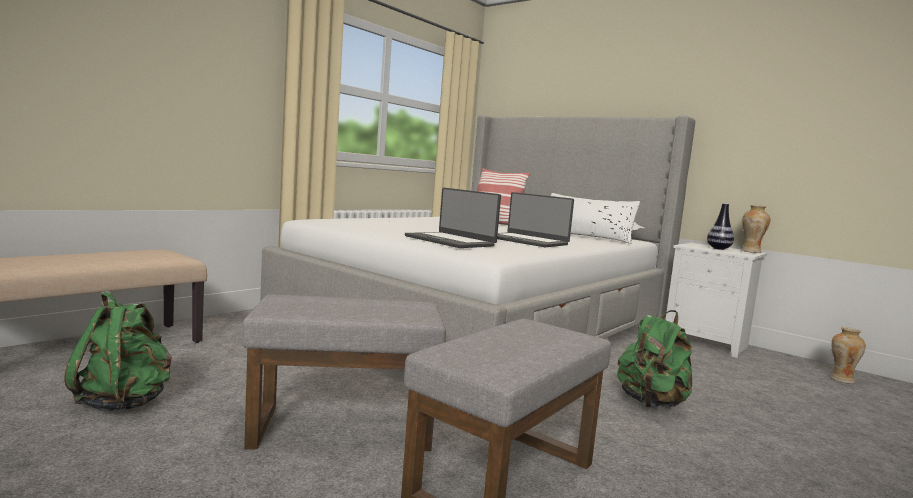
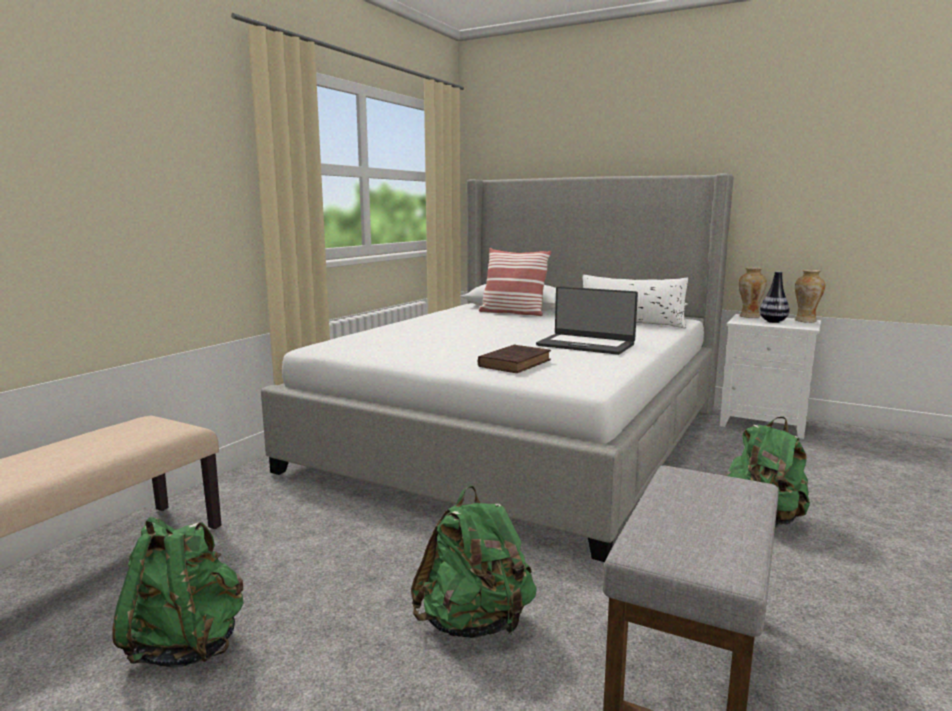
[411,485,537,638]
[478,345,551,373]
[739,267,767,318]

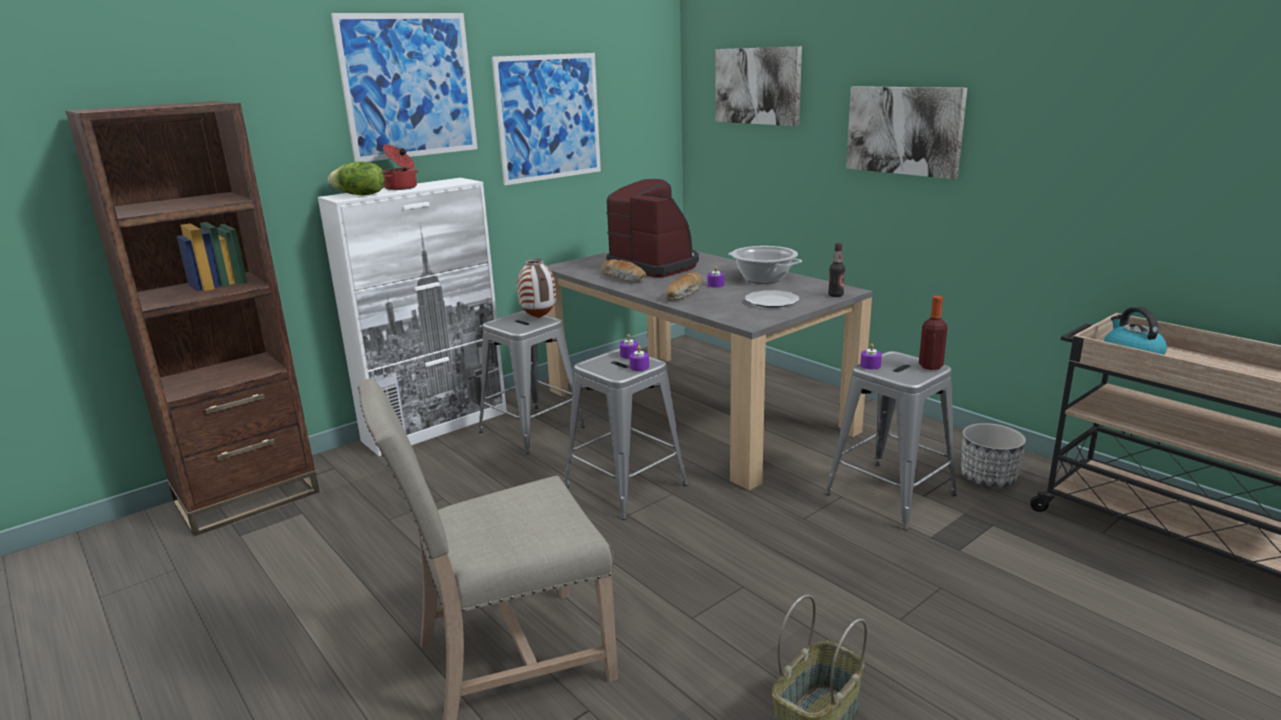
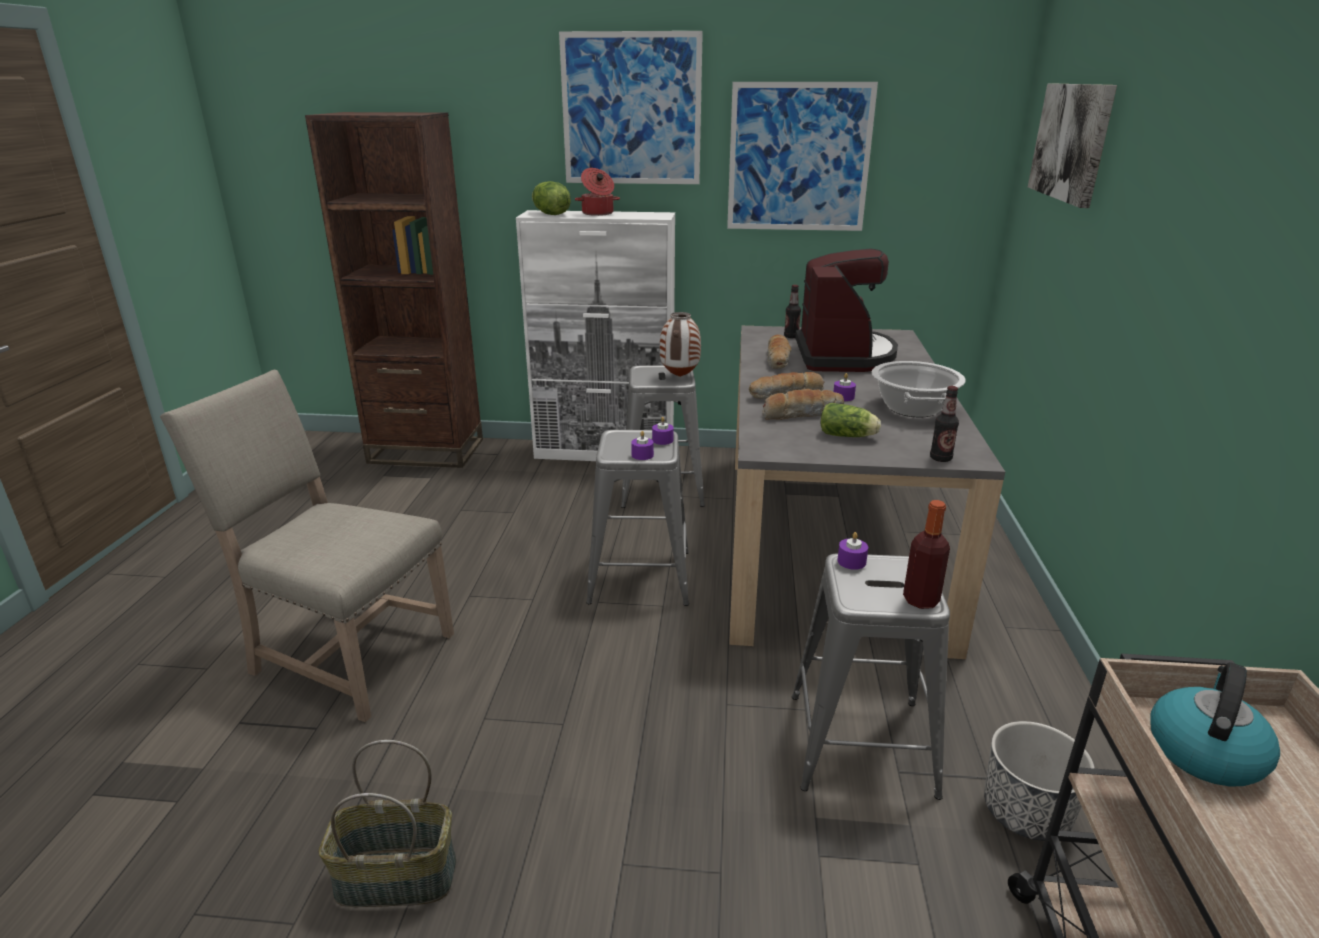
[821,403,881,437]
[846,86,967,179] (first image)
[762,389,844,420]
[784,285,801,338]

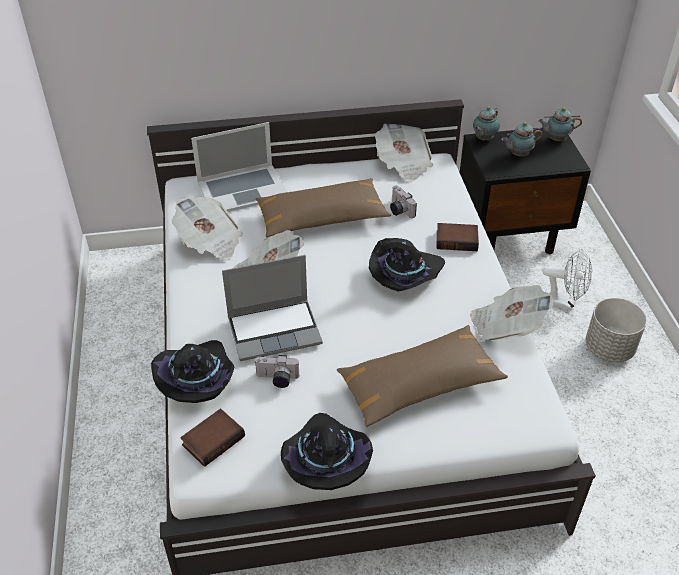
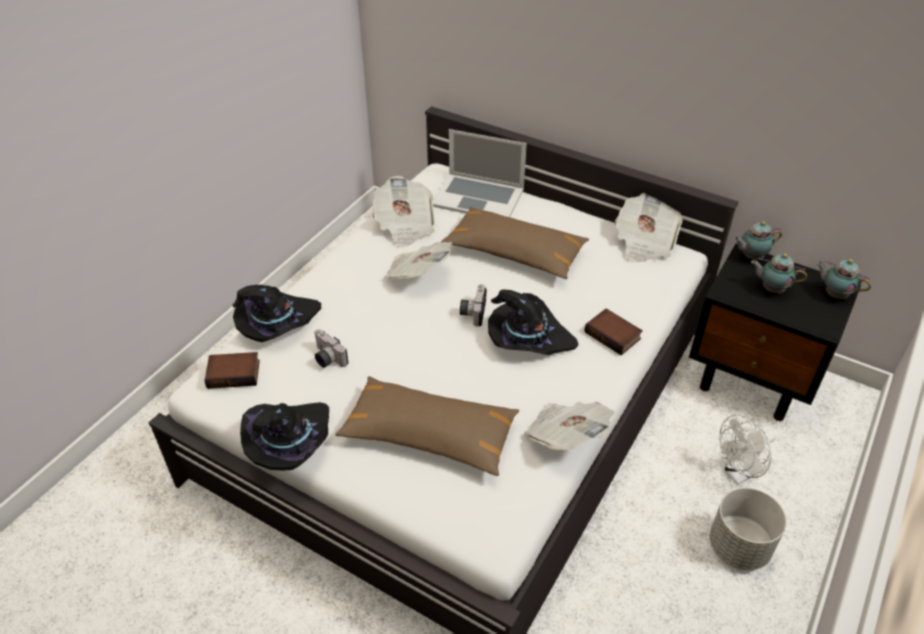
[222,255,323,361] (first image)
[460,284,487,326]
[720,414,777,485]

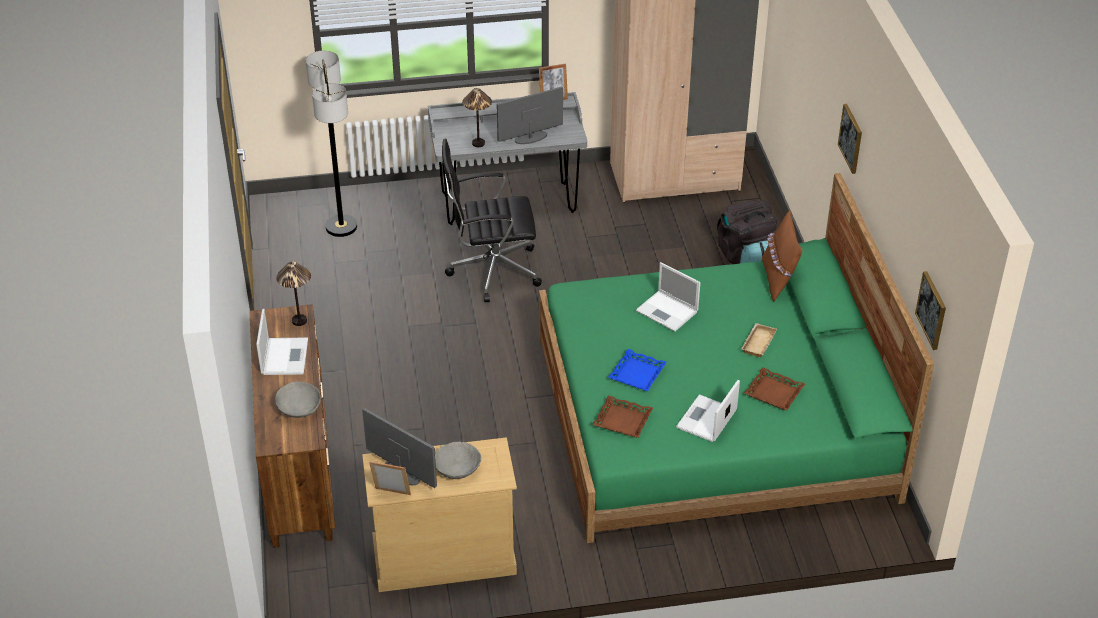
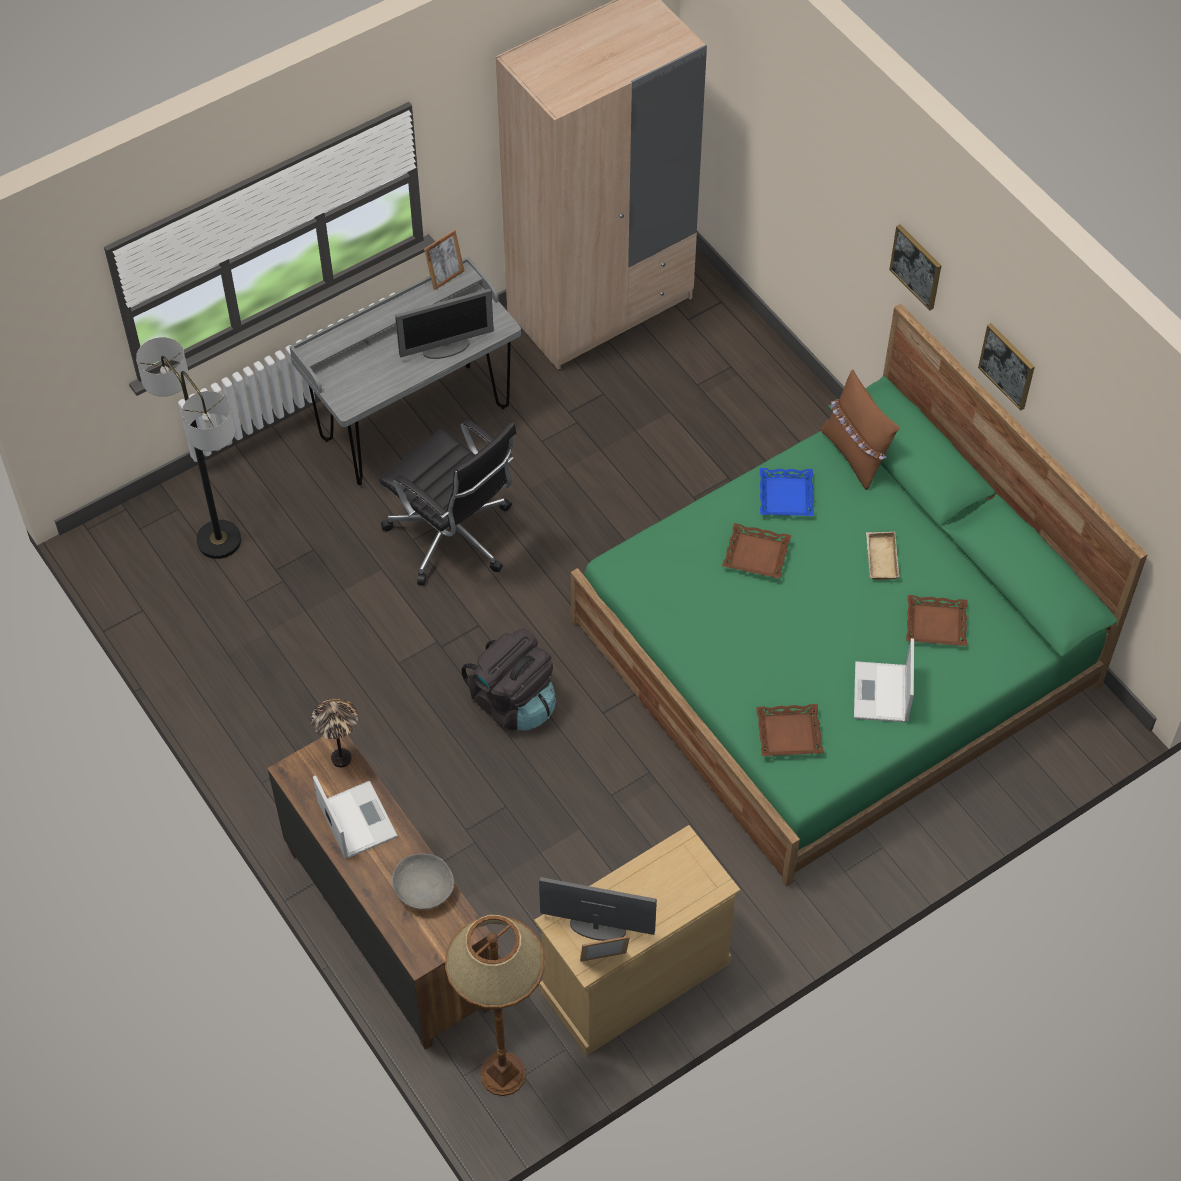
[435,442,481,479] (first image)
[379,419,516,585]
[462,88,492,147] (first image)
[395,289,494,359]
[760,468,814,516]
[722,523,791,579]
[462,628,556,731]
[978,323,1035,411]
[445,915,545,1096]

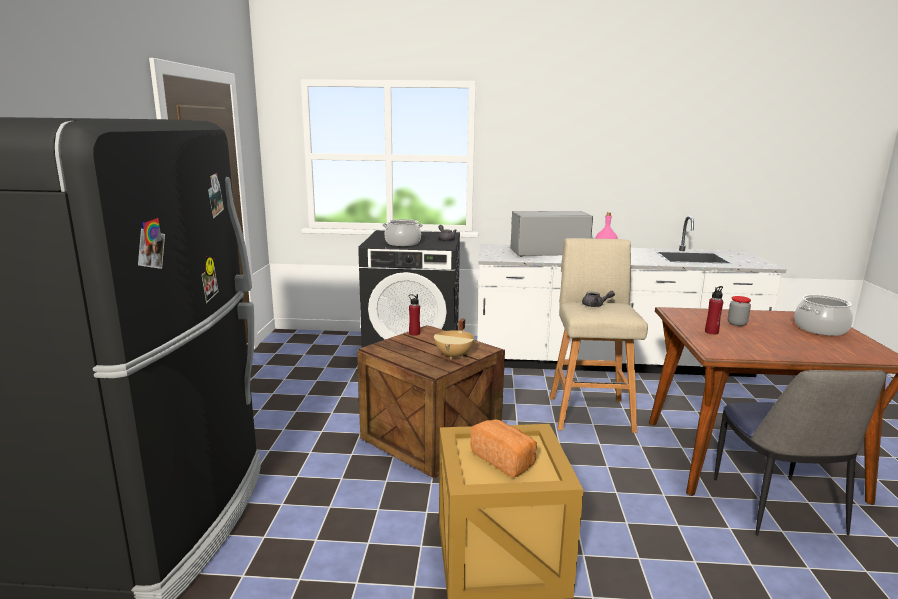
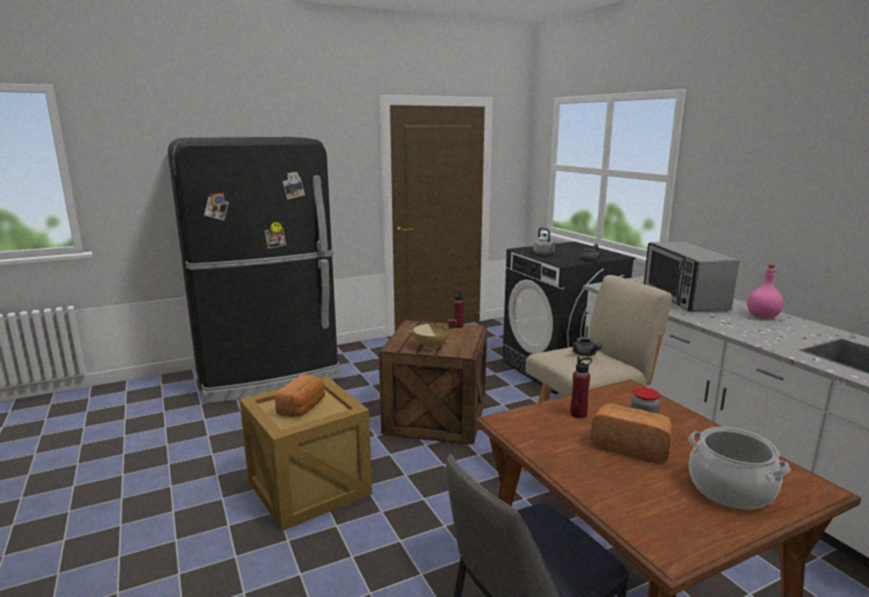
[533,227,556,255]
[644,241,739,312]
[590,404,672,462]

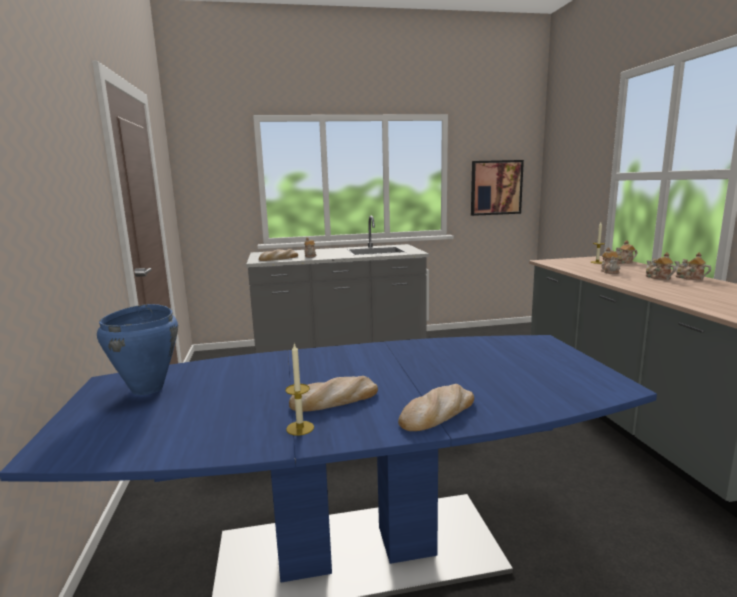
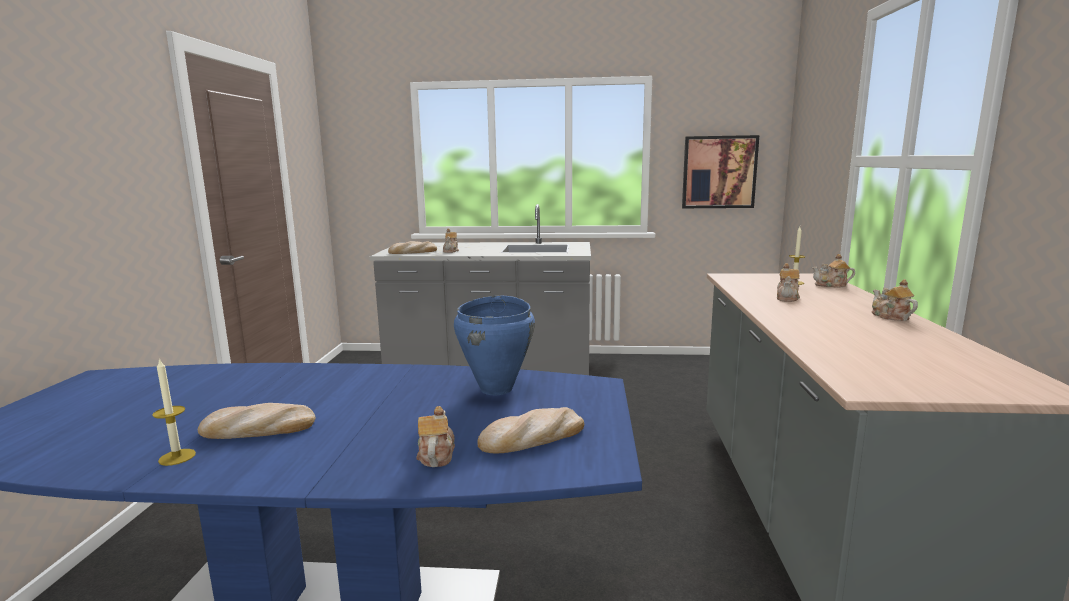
[454,295,535,395]
[477,407,584,454]
[416,406,455,467]

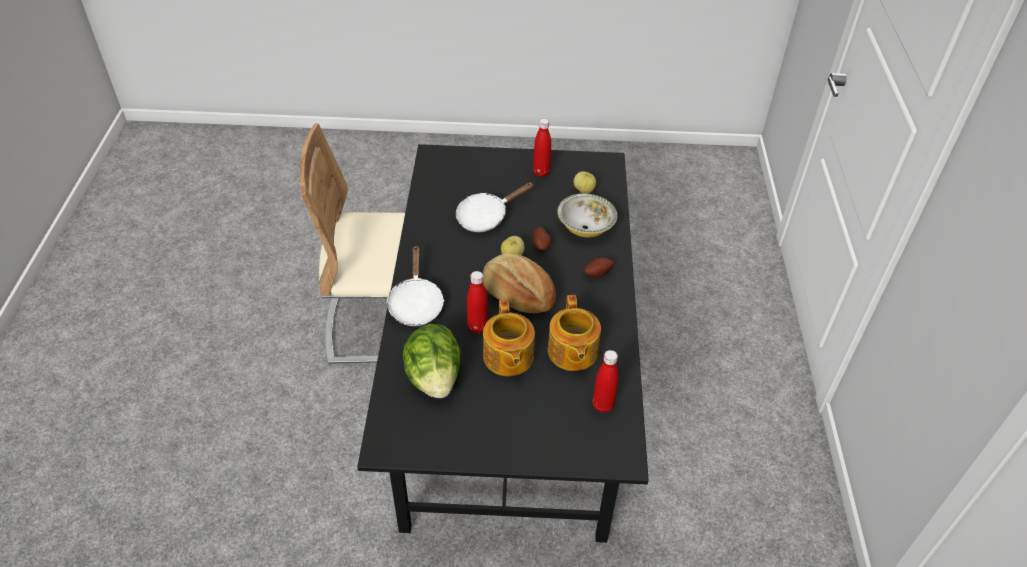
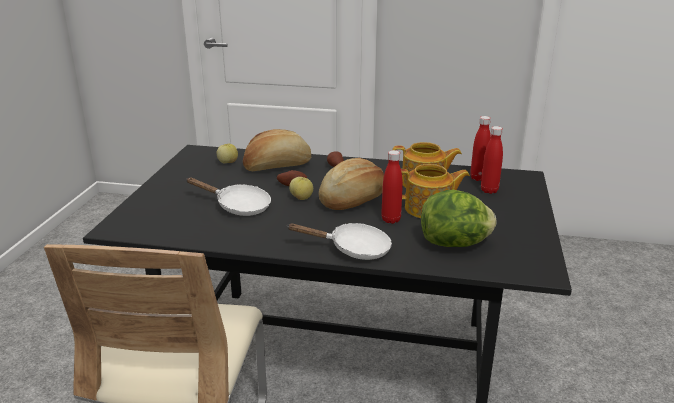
[186,177,271,216]
[481,126,503,194]
[243,129,311,171]

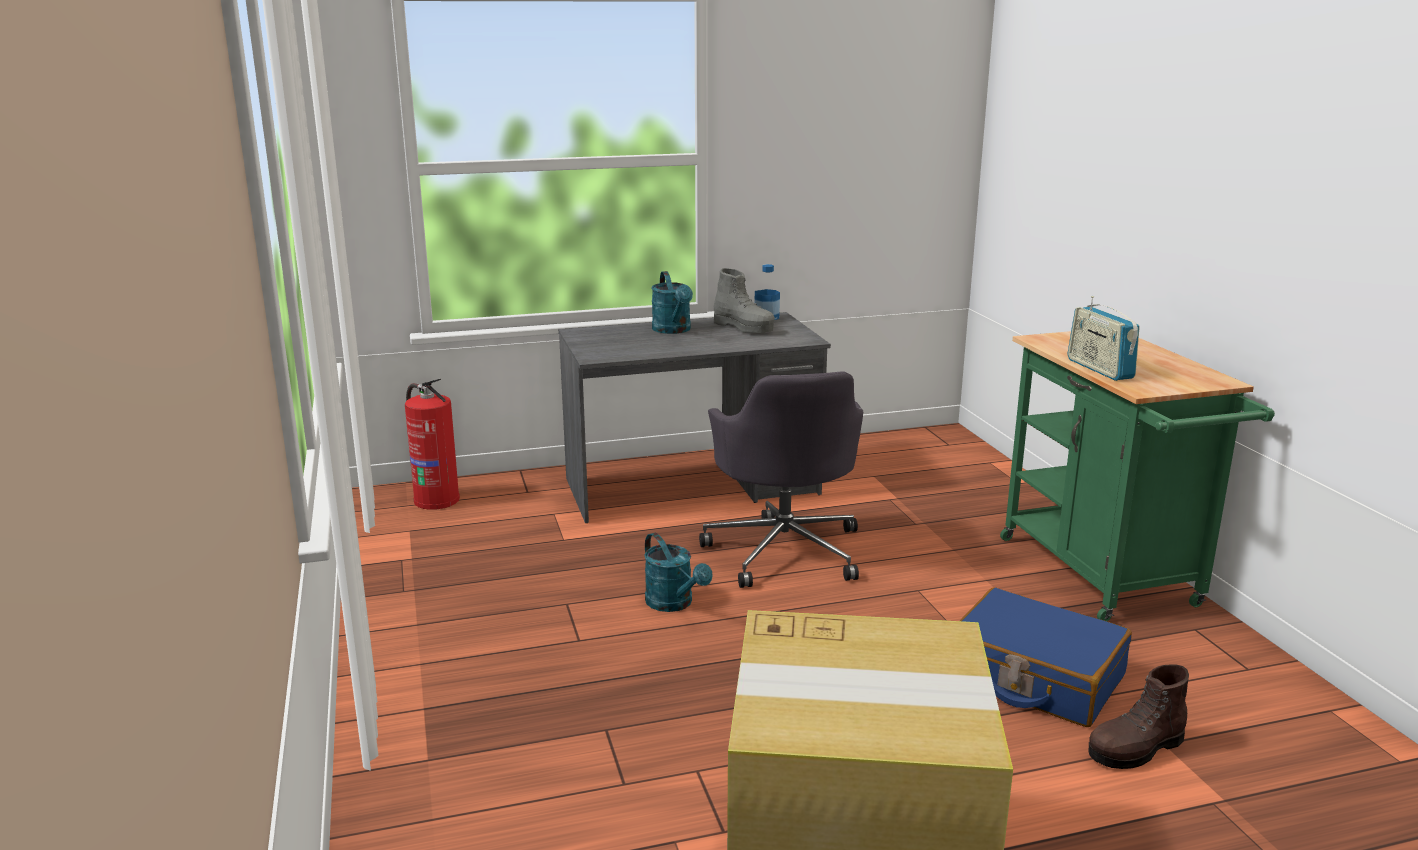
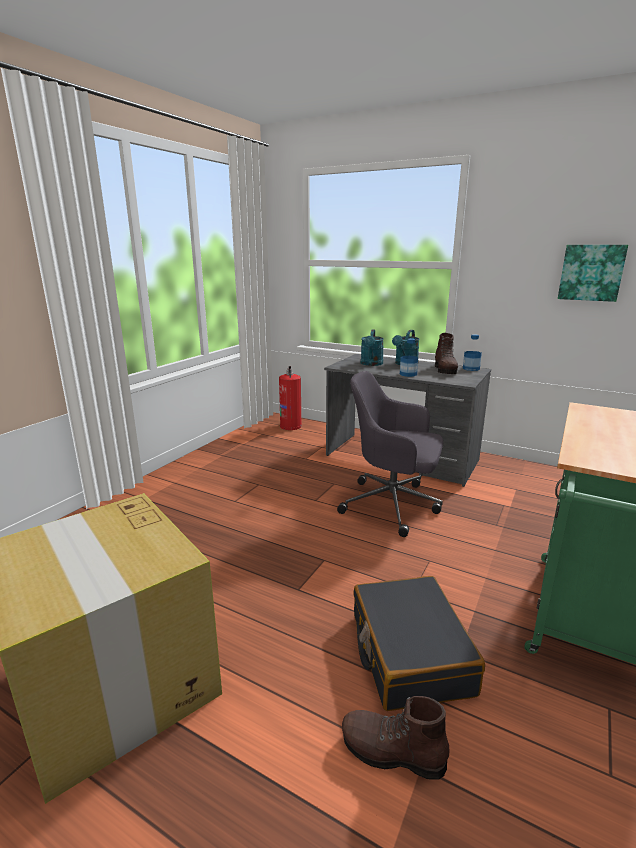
[361,329,384,366]
[337,371,443,537]
[435,333,458,374]
[353,576,485,711]
[1067,296,1140,381] (first image)
[400,338,418,377]
[558,245,628,302]

